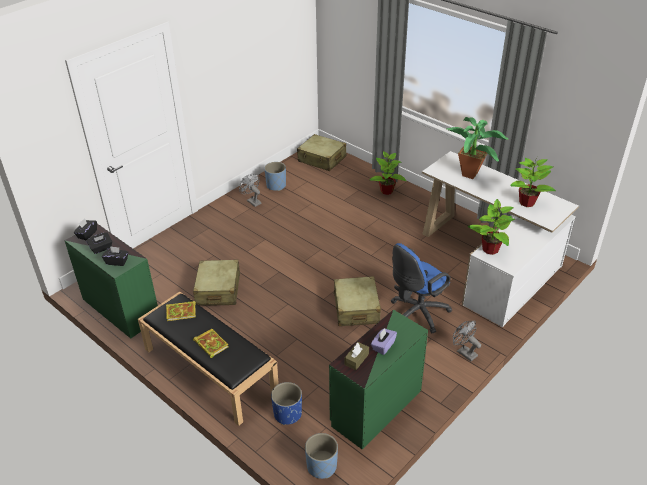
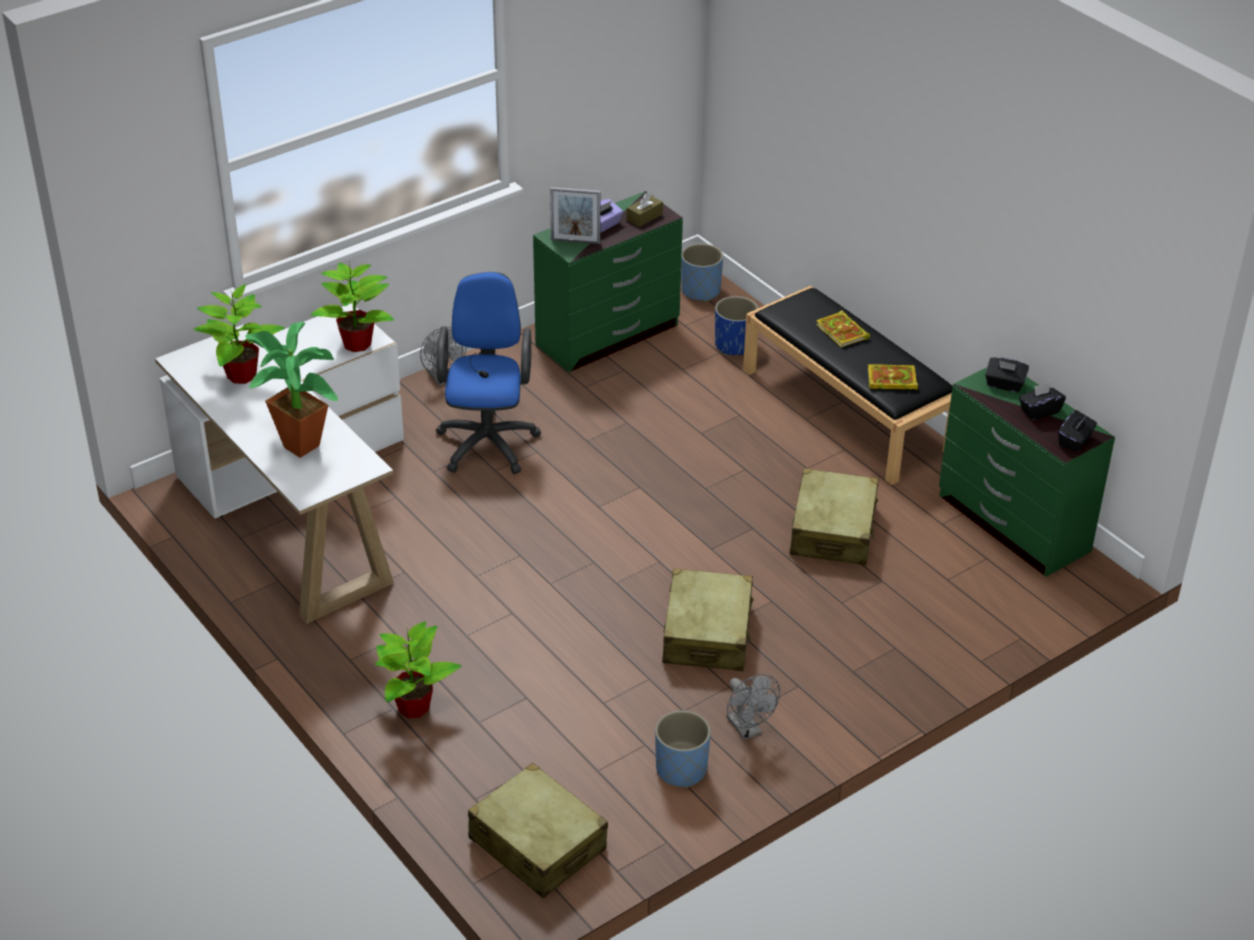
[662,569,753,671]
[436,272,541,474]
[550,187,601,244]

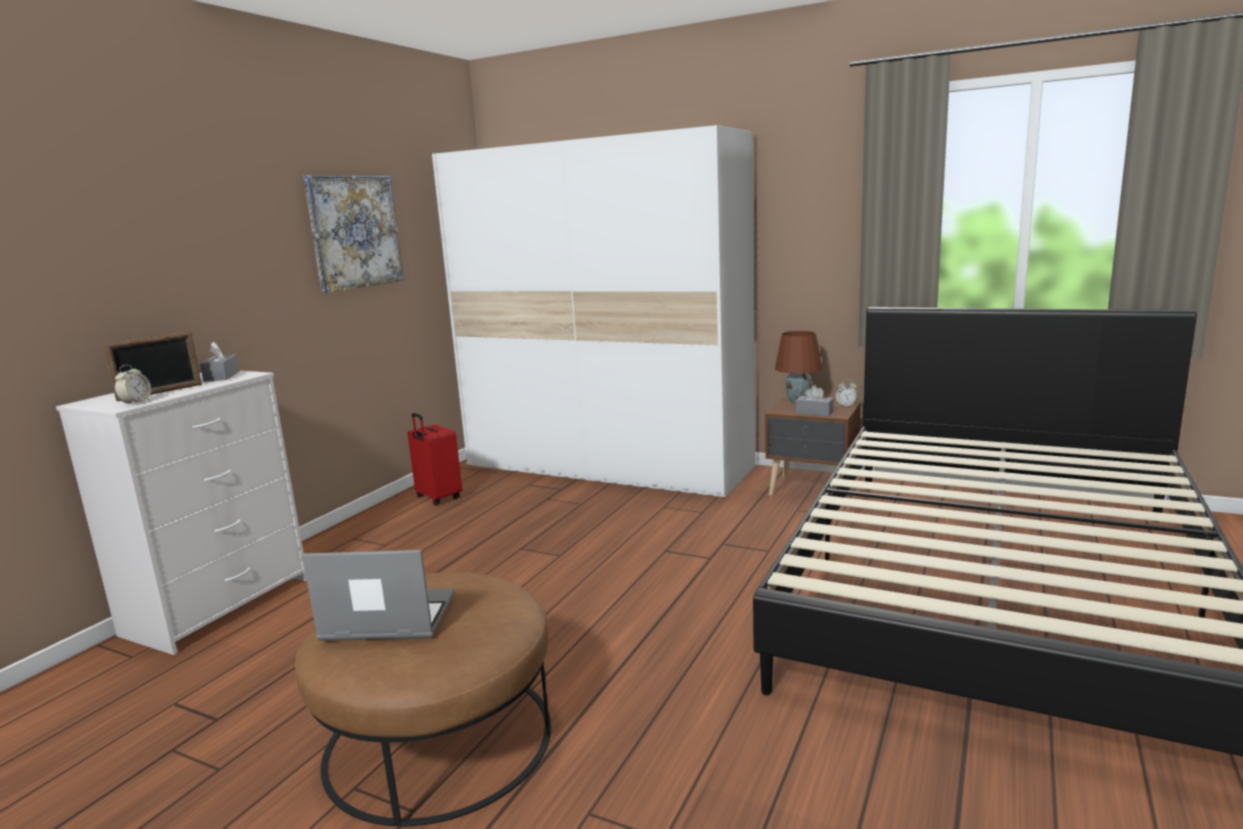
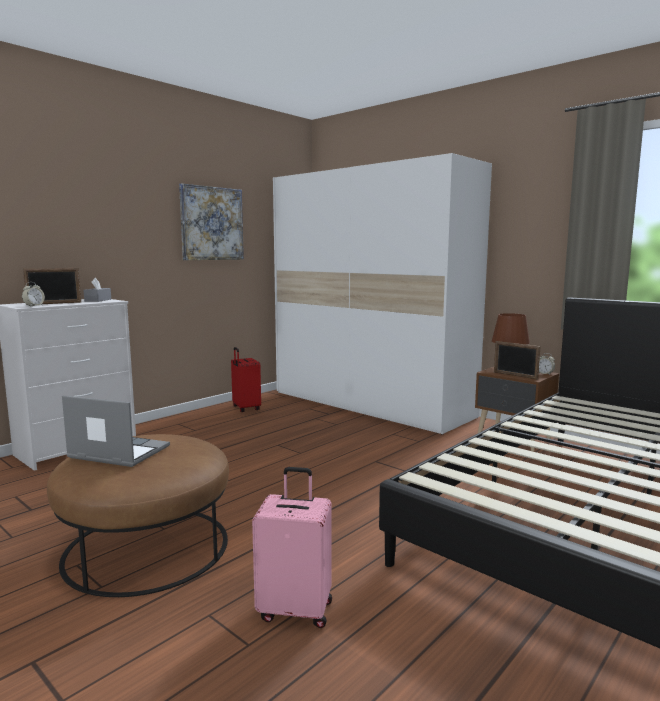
[494,341,541,380]
[252,467,332,628]

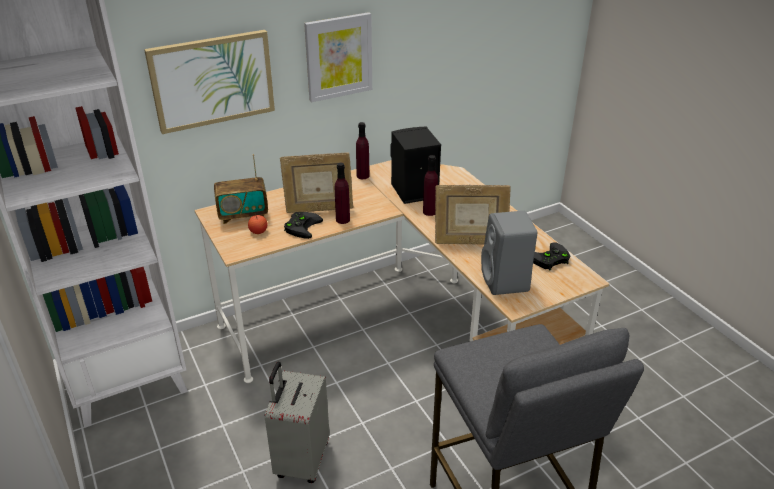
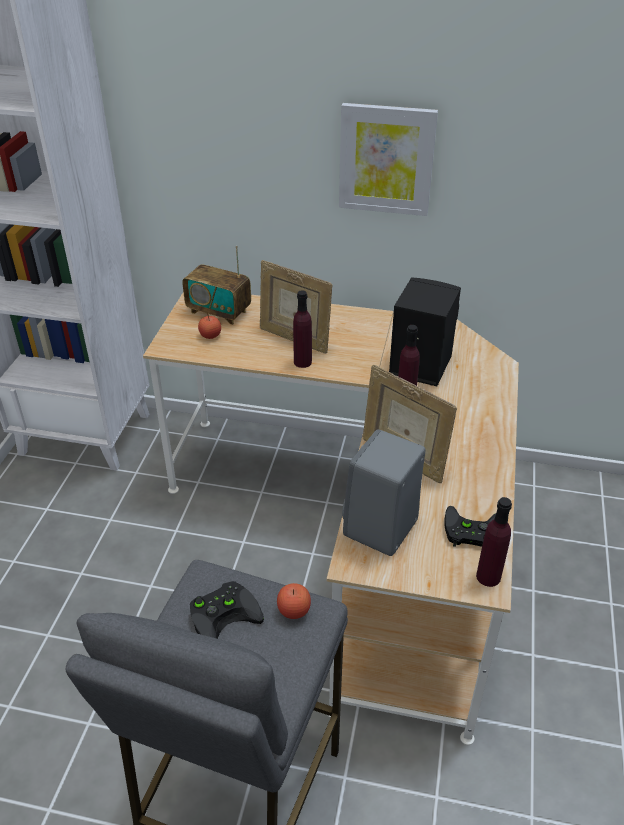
[144,30,275,134] (first image)
[265,362,329,483] (first image)
[190,581,264,639]
[476,497,512,587]
[277,583,311,619]

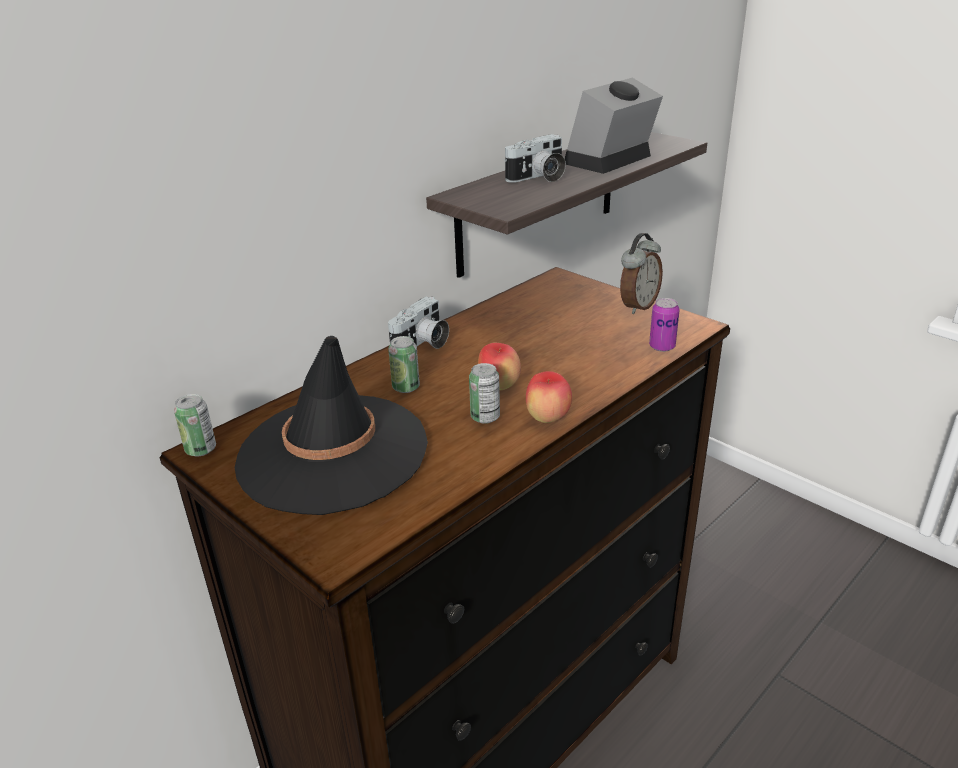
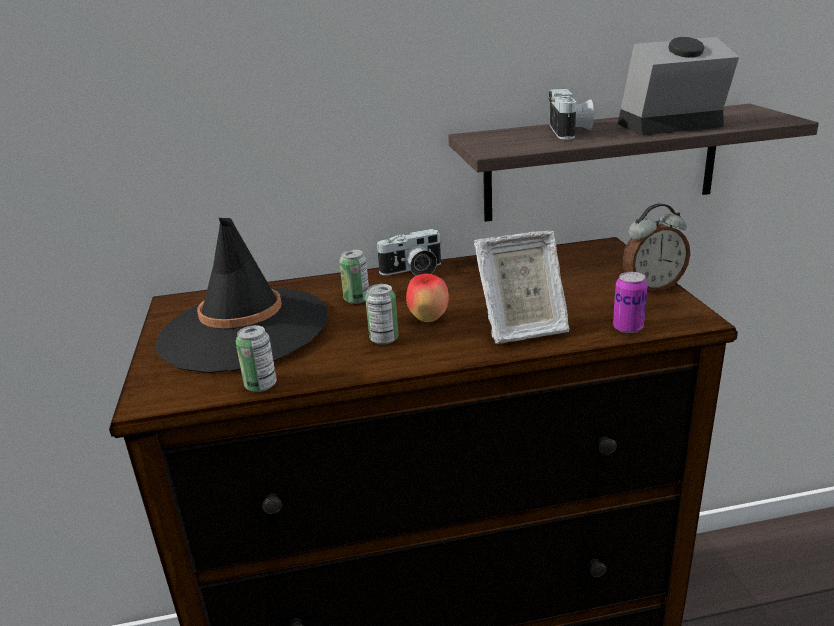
[236,325,277,392]
[549,89,594,139]
[526,371,572,423] (first image)
[474,231,569,344]

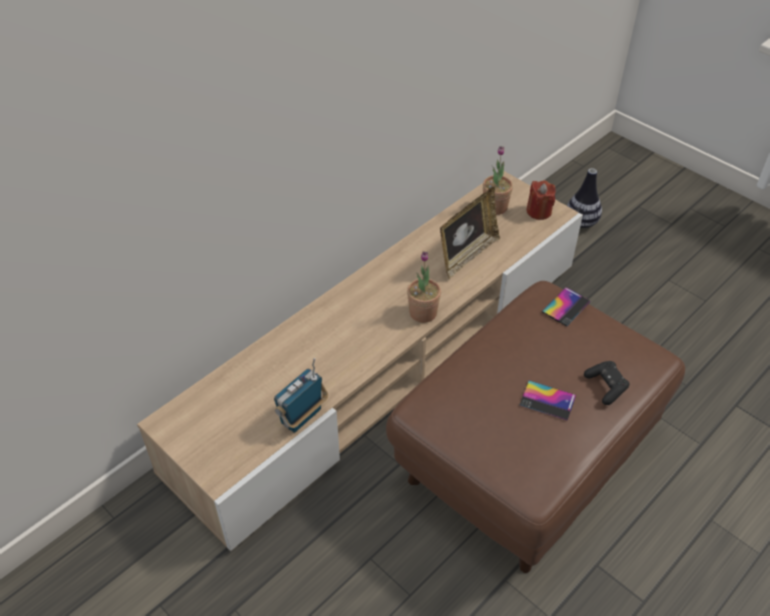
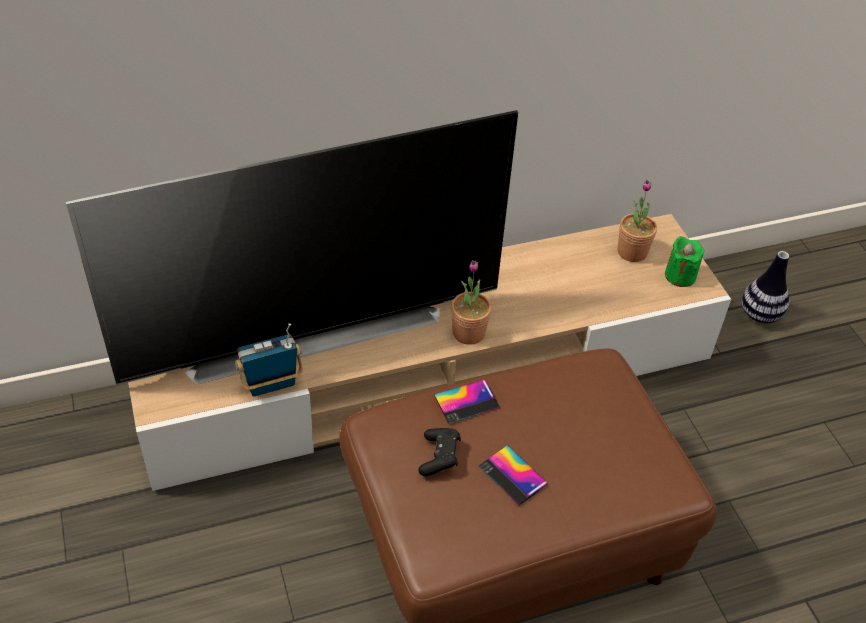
[440,187,500,279] (first image)
[665,236,704,287]
[434,379,500,424]
[418,428,461,476]
[66,110,518,385]

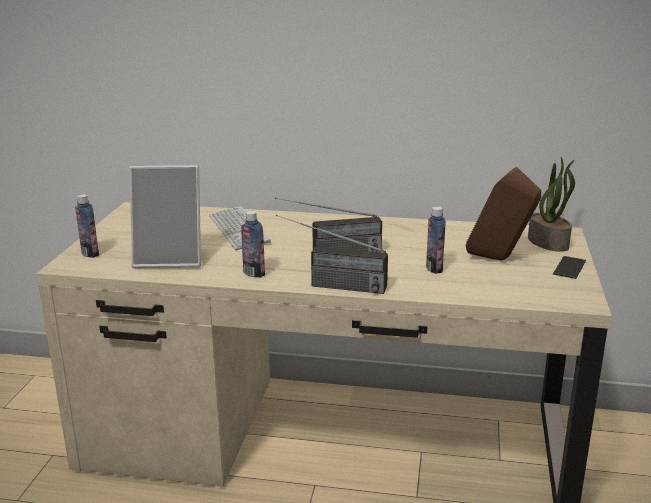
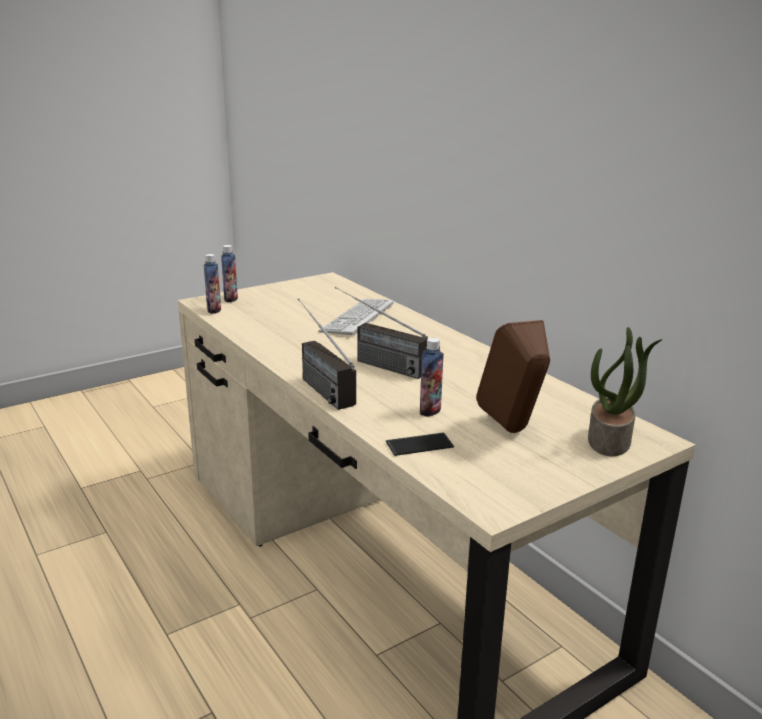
[130,165,201,268] (first image)
[204,254,221,314]
[386,432,454,456]

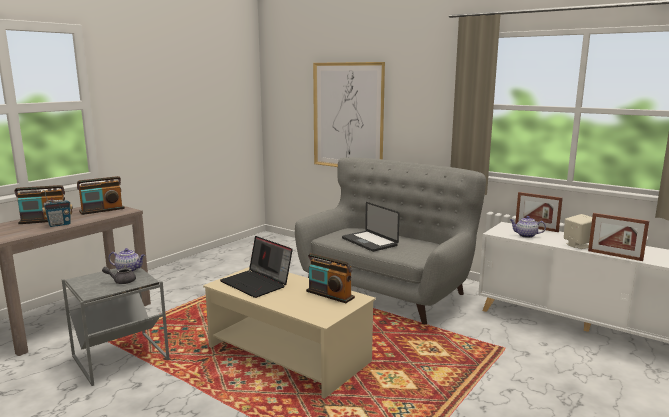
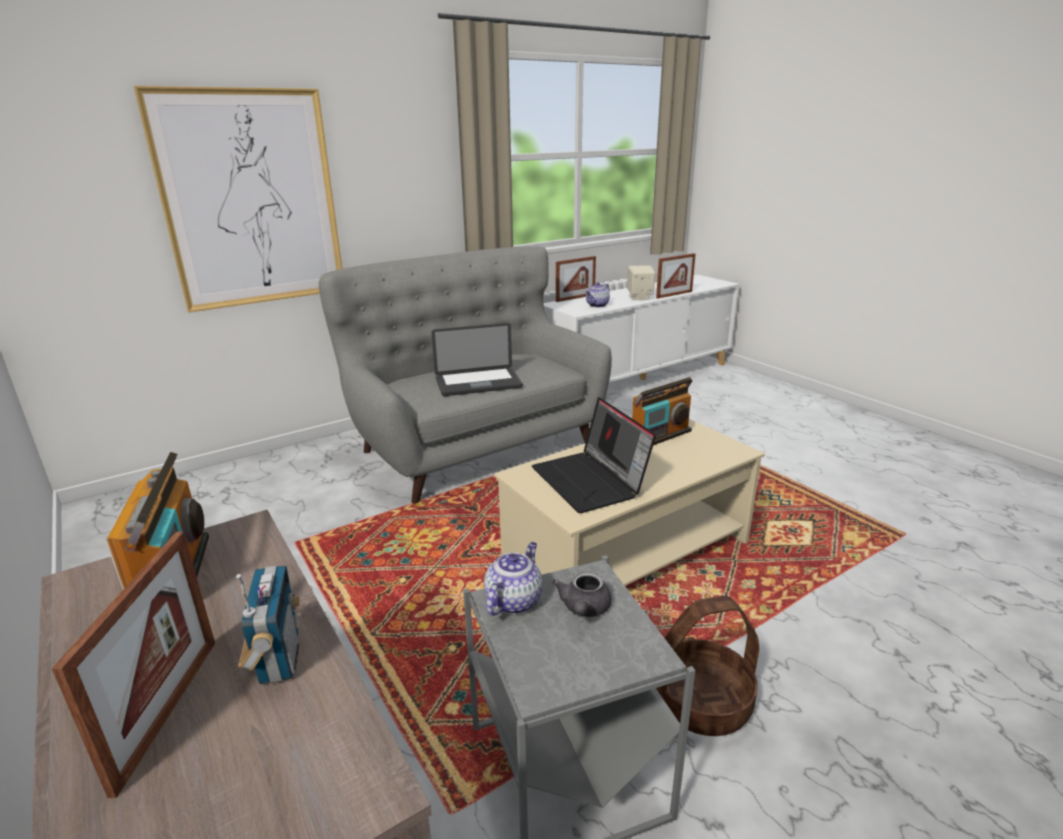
[52,532,215,798]
[532,397,656,513]
[656,595,759,736]

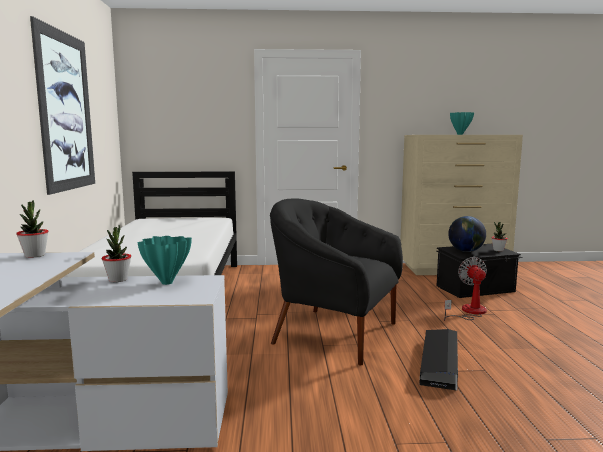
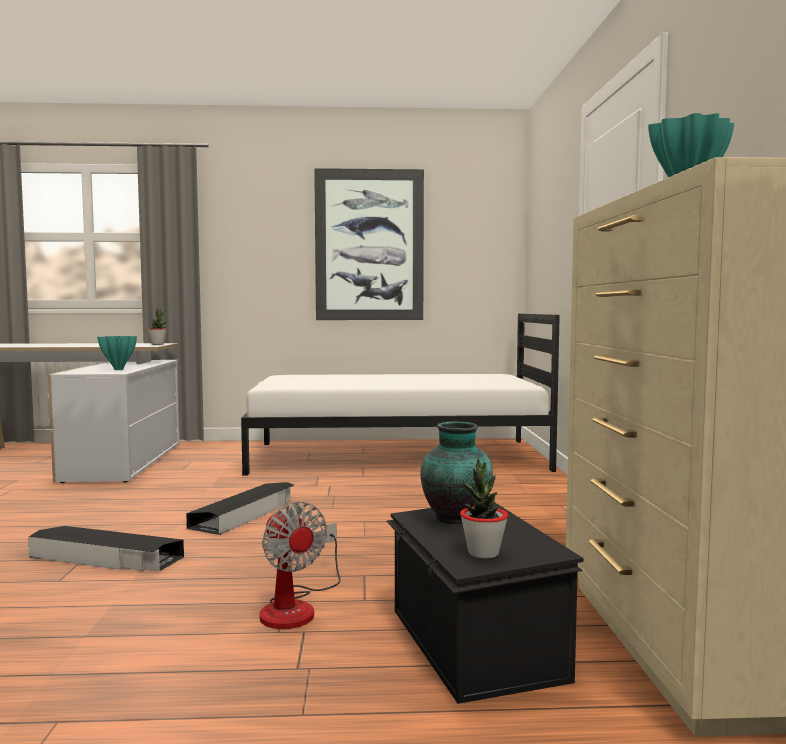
[102,225,131,282] (first image)
[186,482,294,535]
[260,502,341,629]
[420,421,493,524]

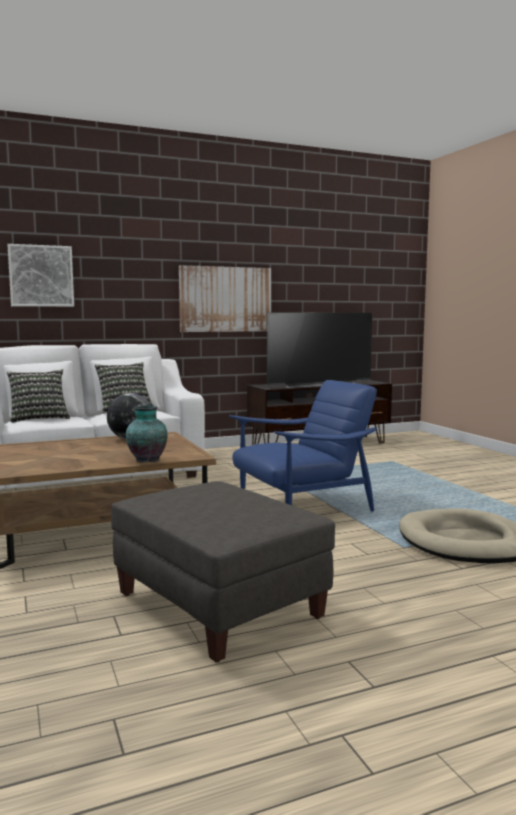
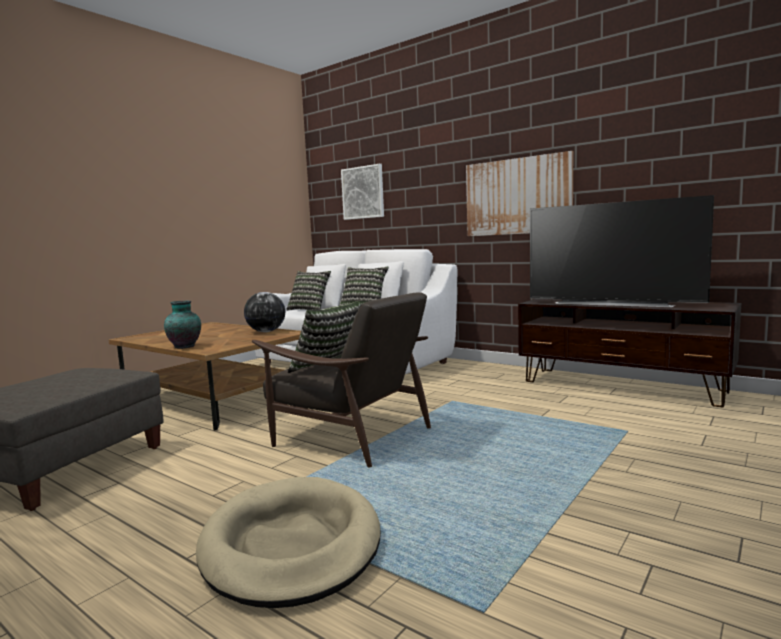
[252,292,431,467]
[288,301,361,373]

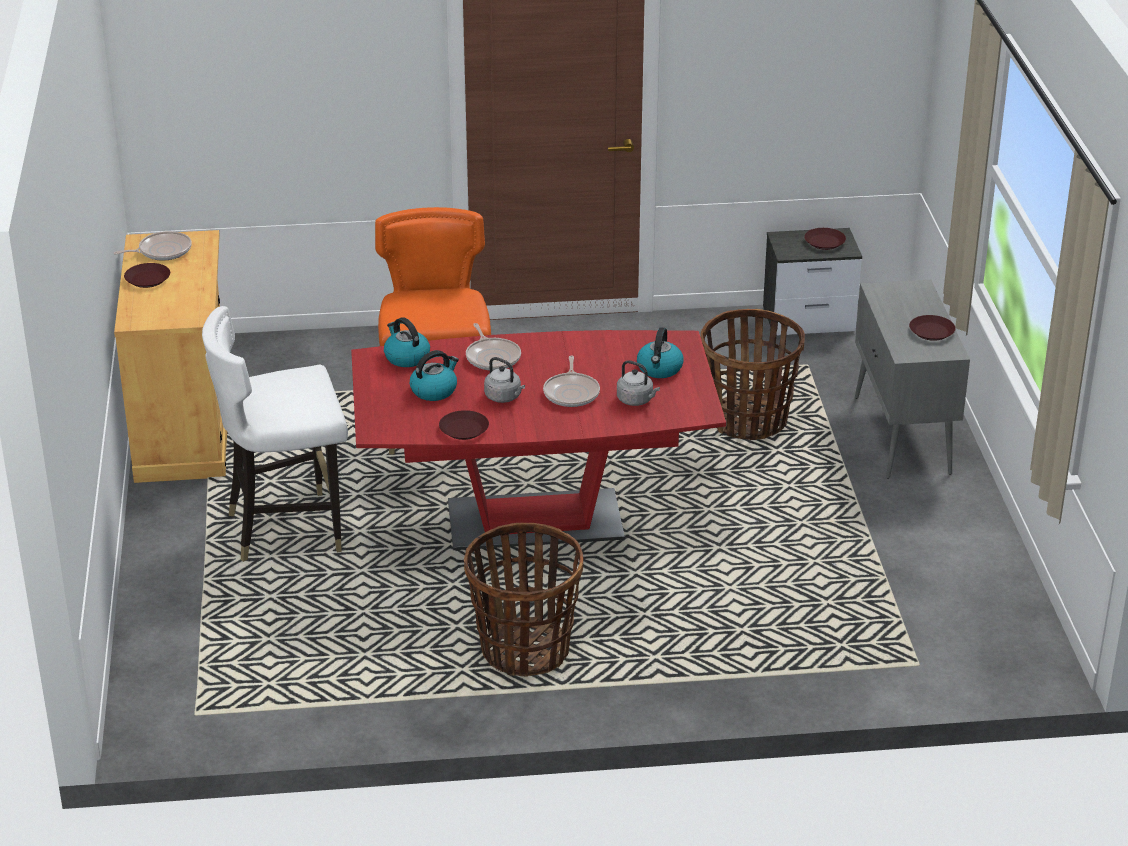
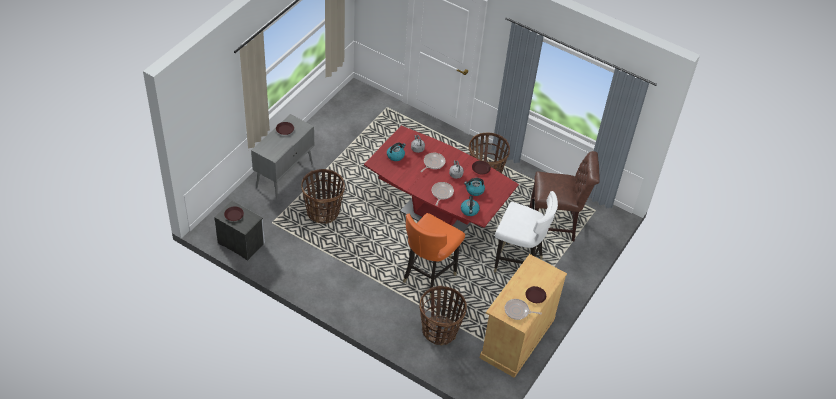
[419,286,467,346]
[529,151,600,242]

